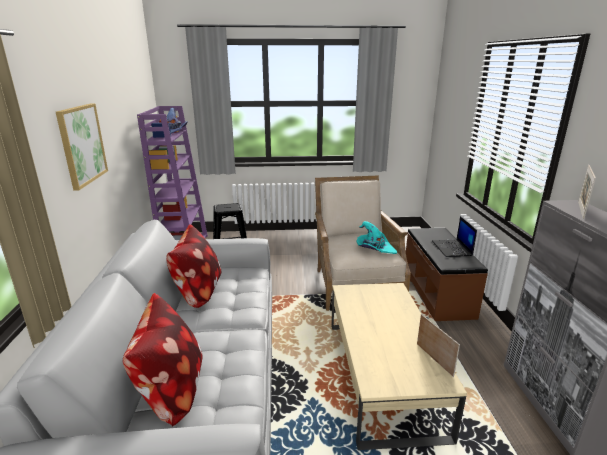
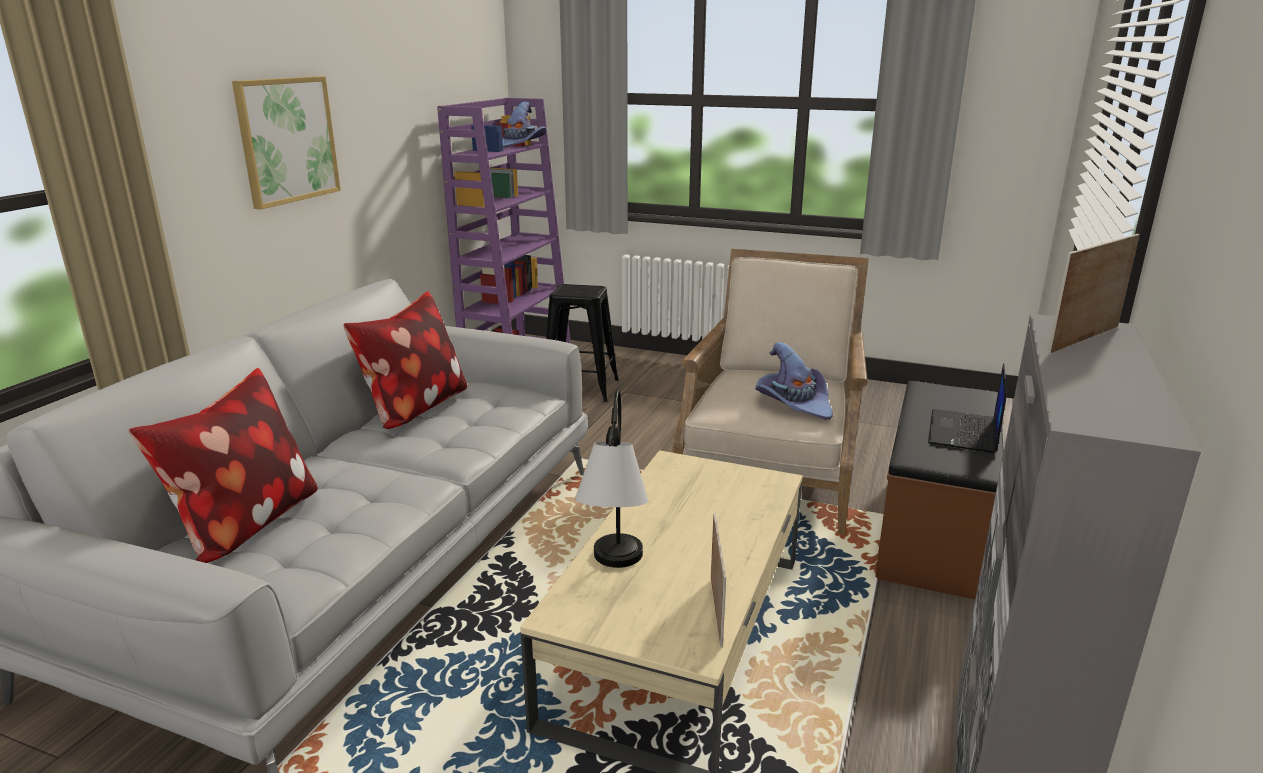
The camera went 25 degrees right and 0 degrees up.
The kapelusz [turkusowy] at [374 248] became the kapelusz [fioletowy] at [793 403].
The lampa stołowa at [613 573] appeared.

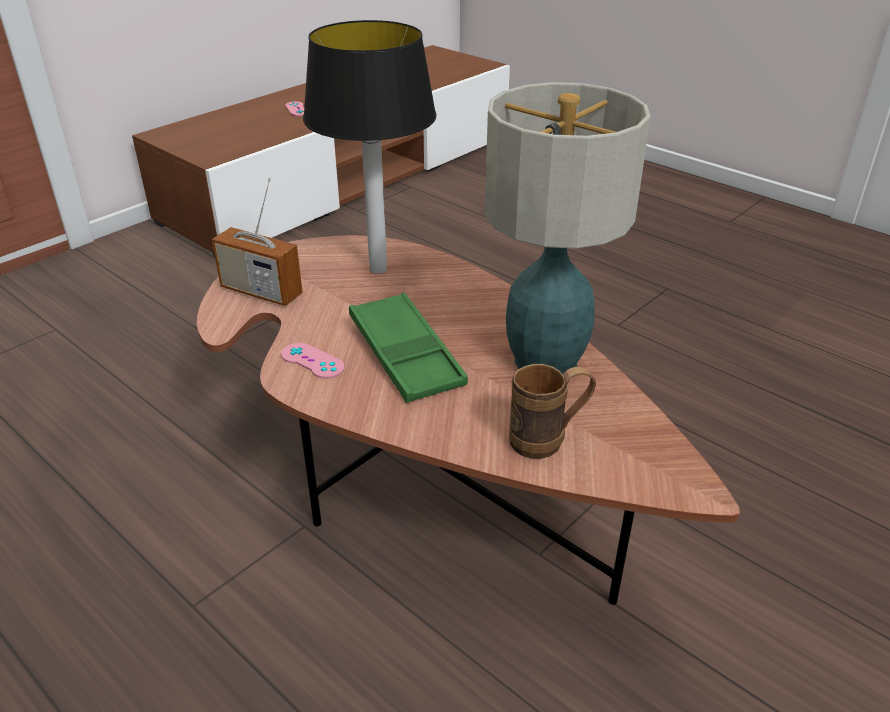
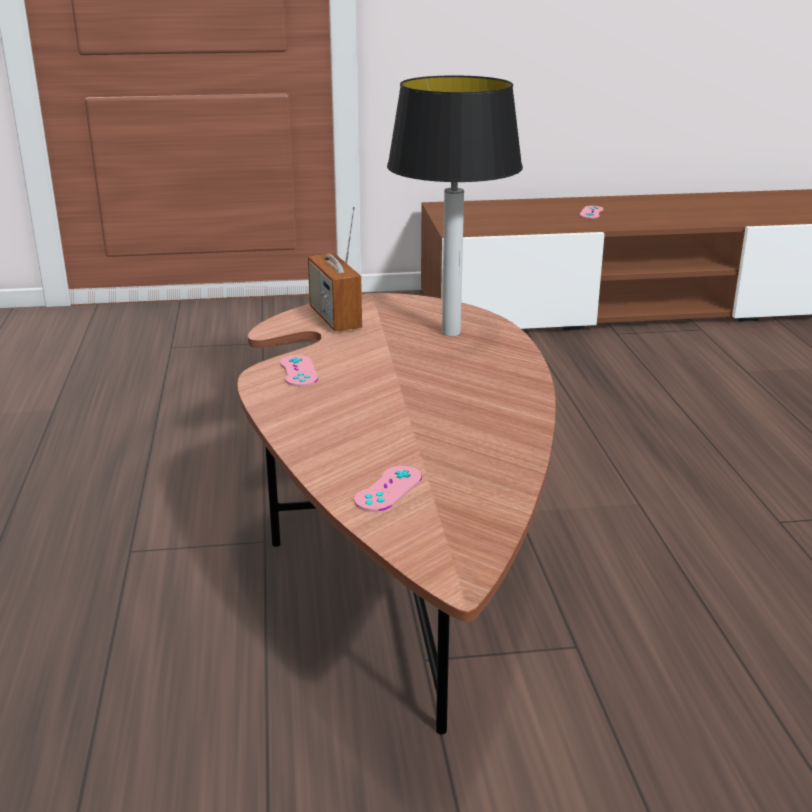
The camera went 40 degrees right and 10 degrees down.
The lampa stołowa at [546 362] disappeared.
The taca [zielony] at [406 355] disappeared.
The kubek [brązowy] at [548 440] was replaced by the pad do gier [różowy] at [388 489].

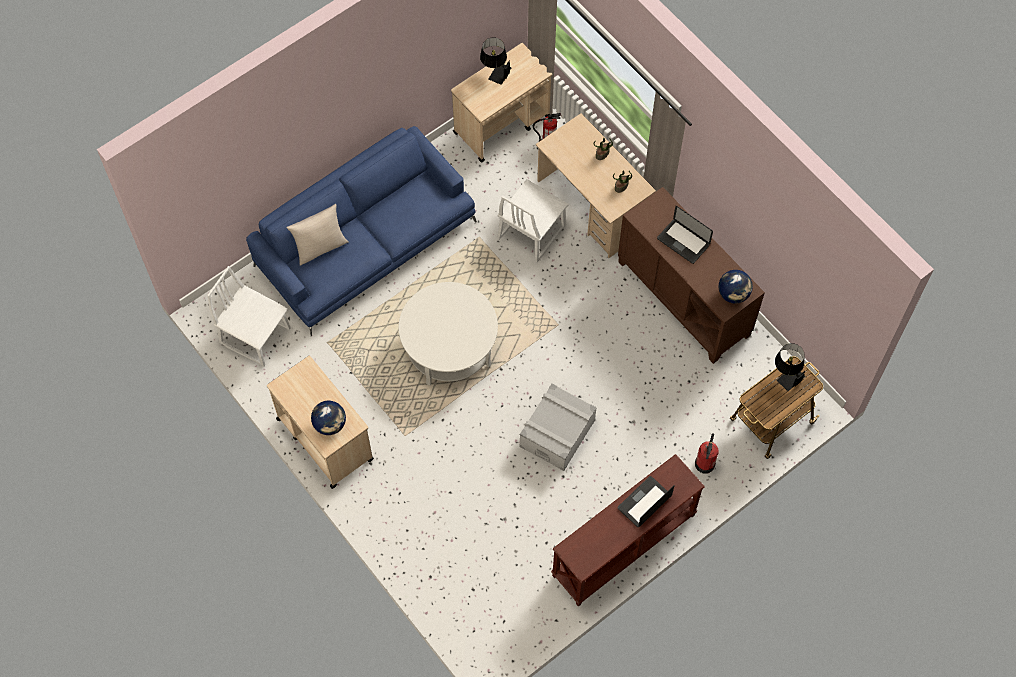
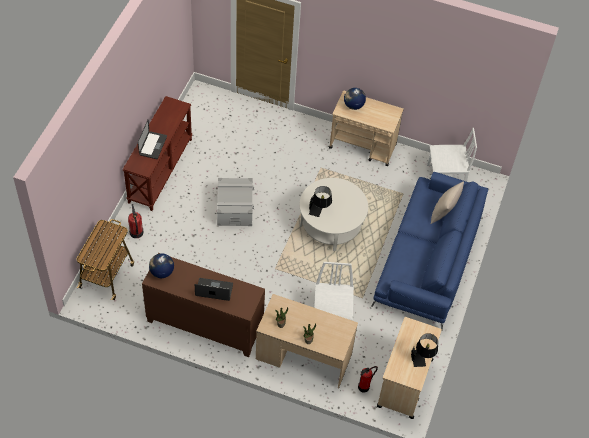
The camera went 145 degrees right and 10 degrees down.
The lampa stołowa [czarny] moved from [786 374] to [319 210].

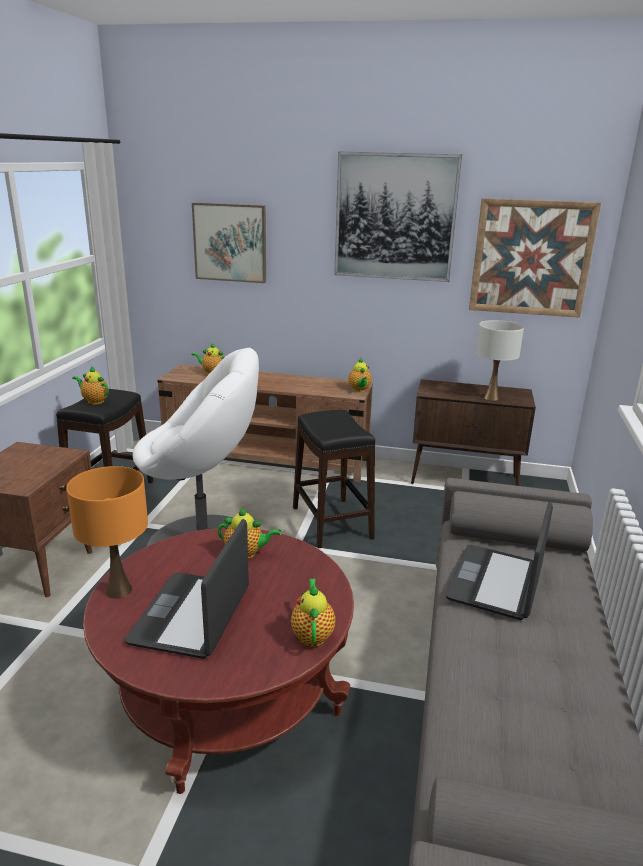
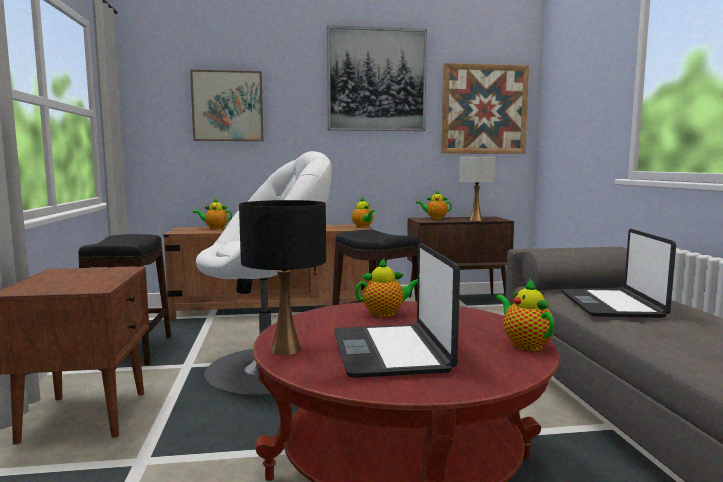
The camera went 20 degrees left and 15 degrees down.
The imbryk moved from [94 401] to [435 218].
The lampa stołowa [pomarańczowy] at [118 591] became the lampa stołowa [czarny] at [285 350].

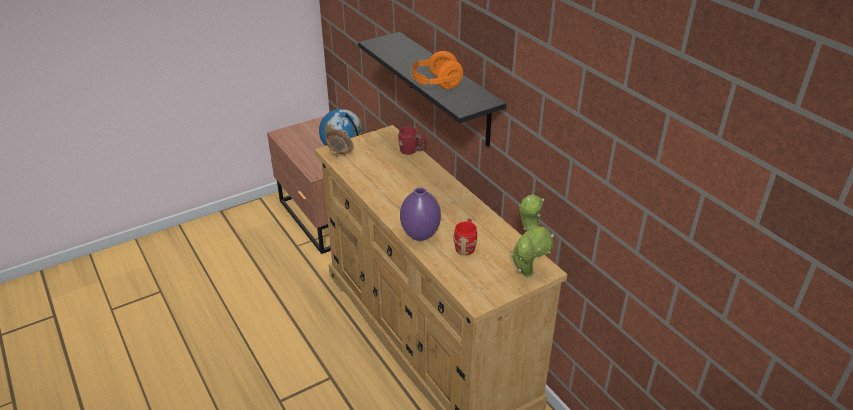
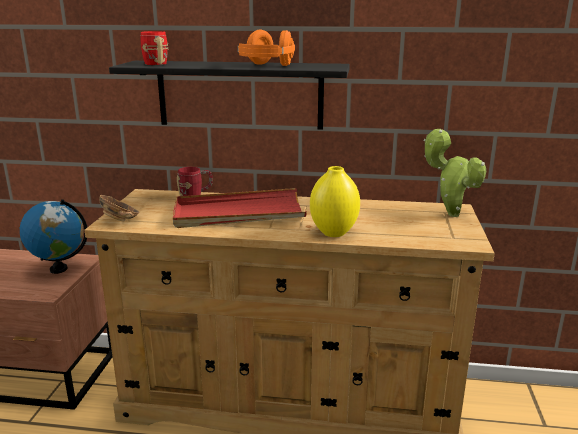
The camera went 50 degrees left and 15 degrees down.
The wazon [fioletowy] at [421 235] became the wazon [żółty] at [334 232].
The kubek [czerwony] moved from [465 246] to [153 63].
The taca [czerwony] at [238 213] appeared.

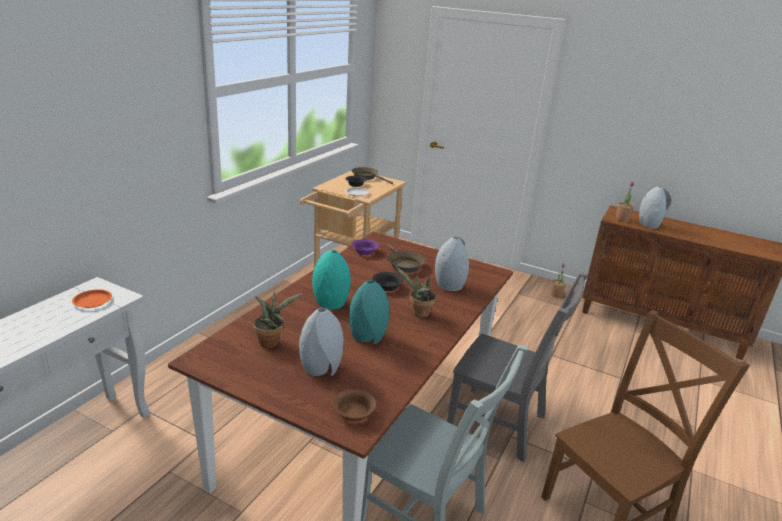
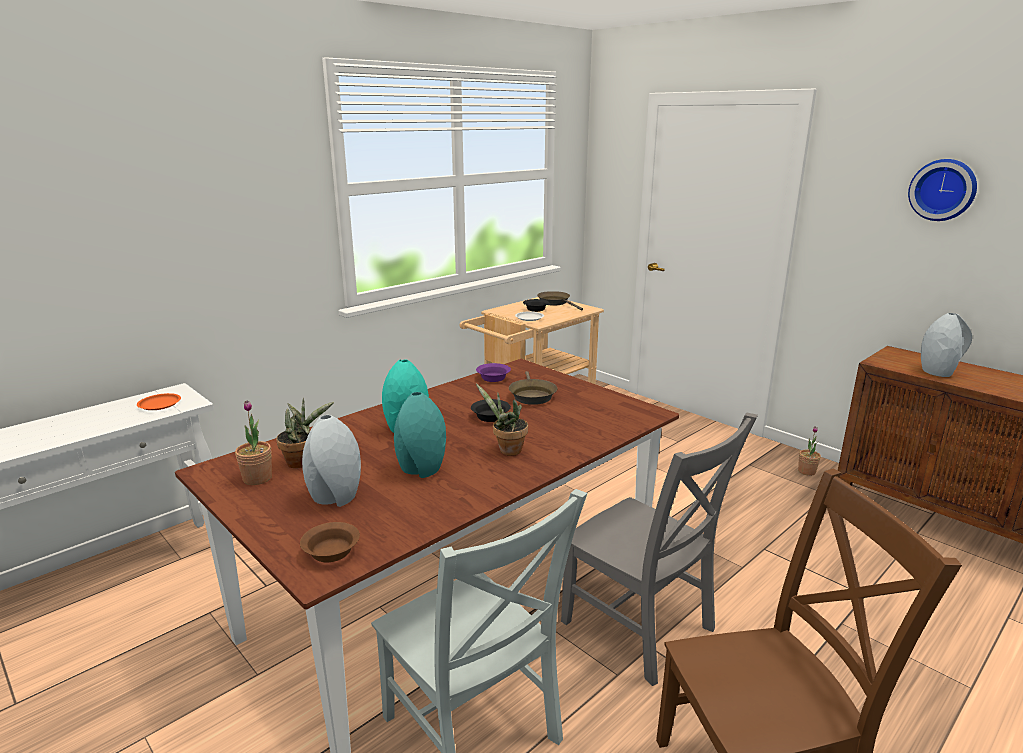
The camera went 20 degrees right and 5 degrees down.
The roślina doniczkowa moved from [622 220] to [257 478].
The wazon [szary] at [449 285] disappeared.
The zegar ścienny at [943 190] appeared.

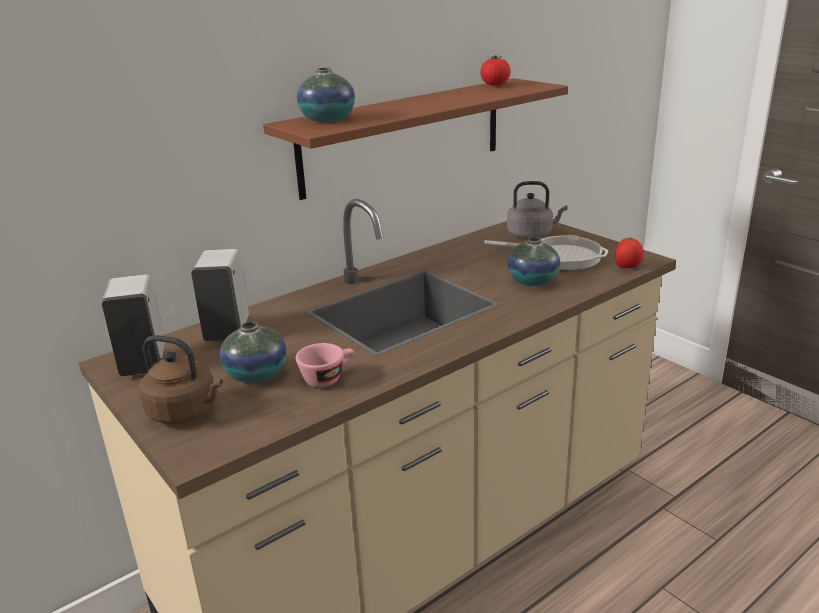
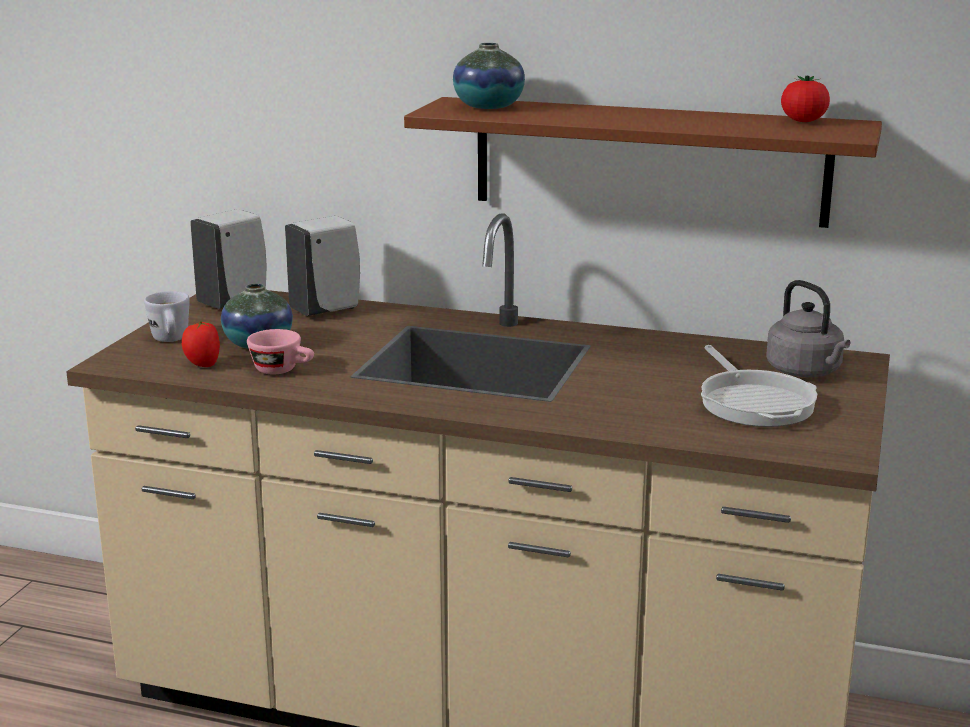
The camera went 55 degrees right and 5 degrees down.
The wazon at [532 281] disappeared.
The pomidor moved from [627 267] to [202 365].
The czajnik [brązowy] at [186 412] was replaced by the kubek [biały] at [171 340].

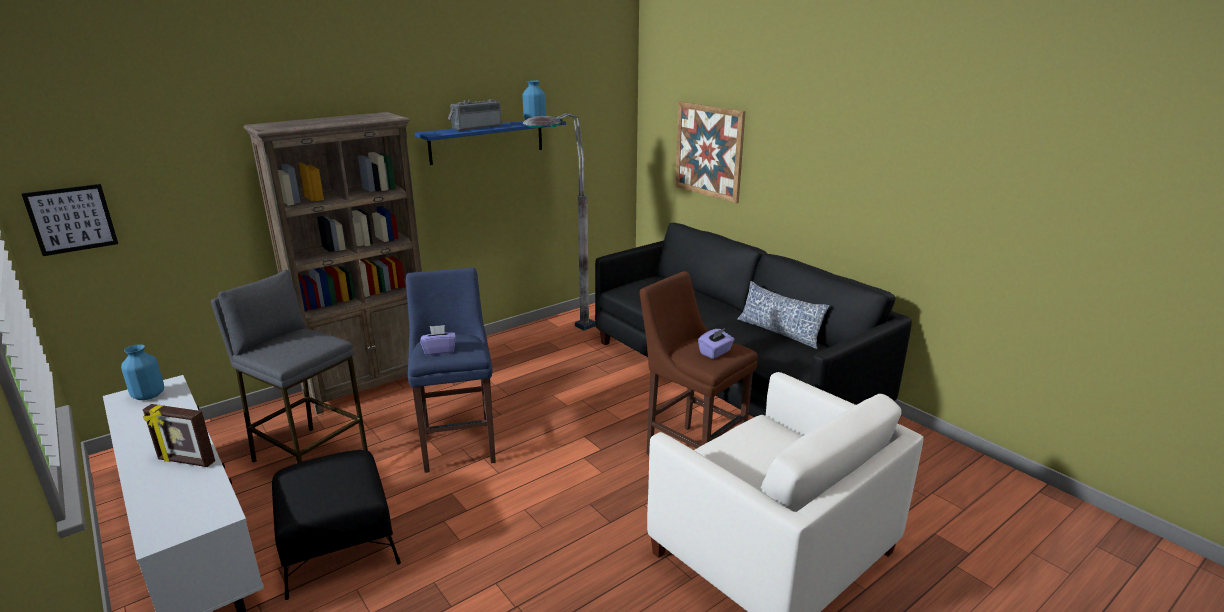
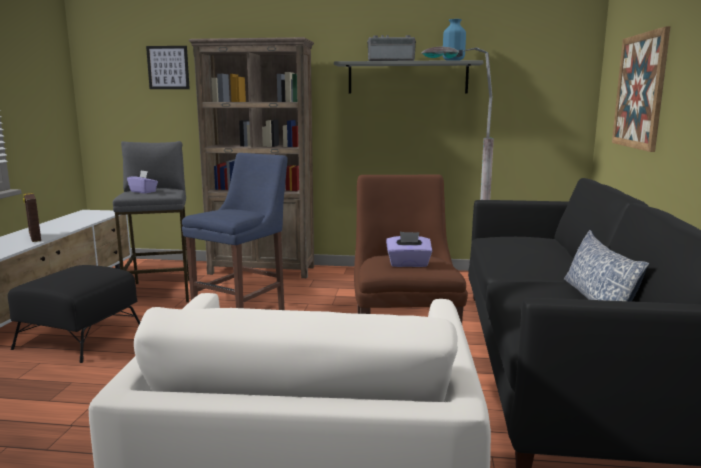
The camera went 45 degrees right and 10 degrees down.
The półka [niebieski] at [487 141] became the półka [szary] at [407 78].
The obraz moved from [71 219] to [168 67].
The pudełko chusteczek [fioletowy] moved from [439 350] to [143 191].
The wazon [niebieski] at [148 396] disappeared.

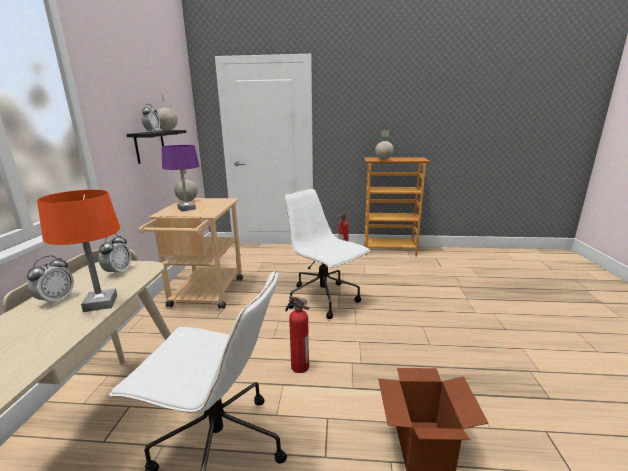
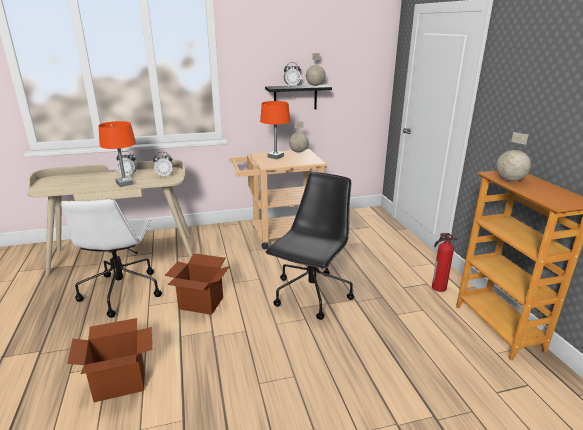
The camera went 70 degrees right and 5 degrees up.
The lampa stołowa [fioletowy] at [187 209] became the lampa stołowa [pomarańczowy] at [275 157].
The krzesło biurowe [biały] at [324 299] became the krzesło biurowe [czarny] at [311 295].
The gaśnica at [299 366] was replaced by the karton at [201 303].

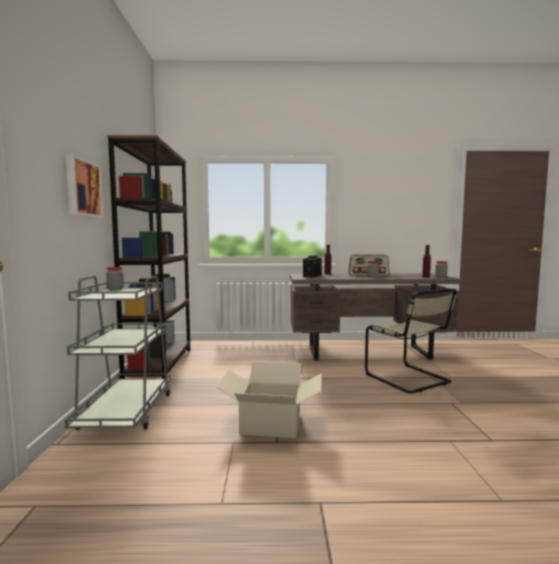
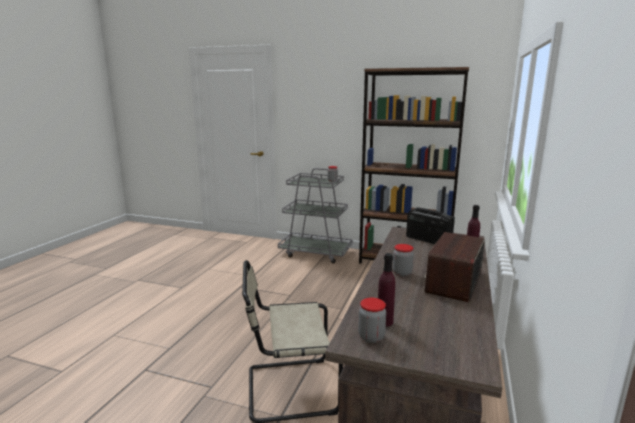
The camera went 110 degrees right and 10 degrees up.
The obraz at [82 188] disappeared.
The karton at [271 423] disappeared.

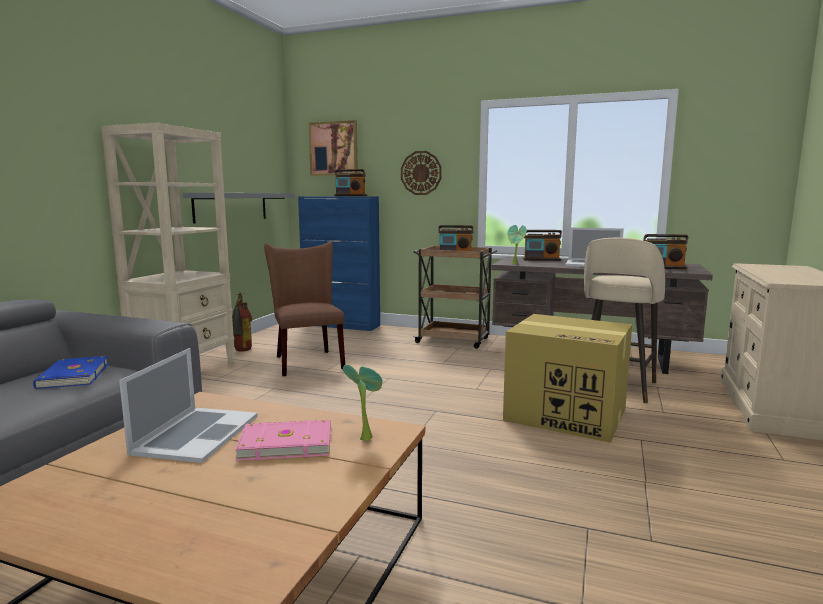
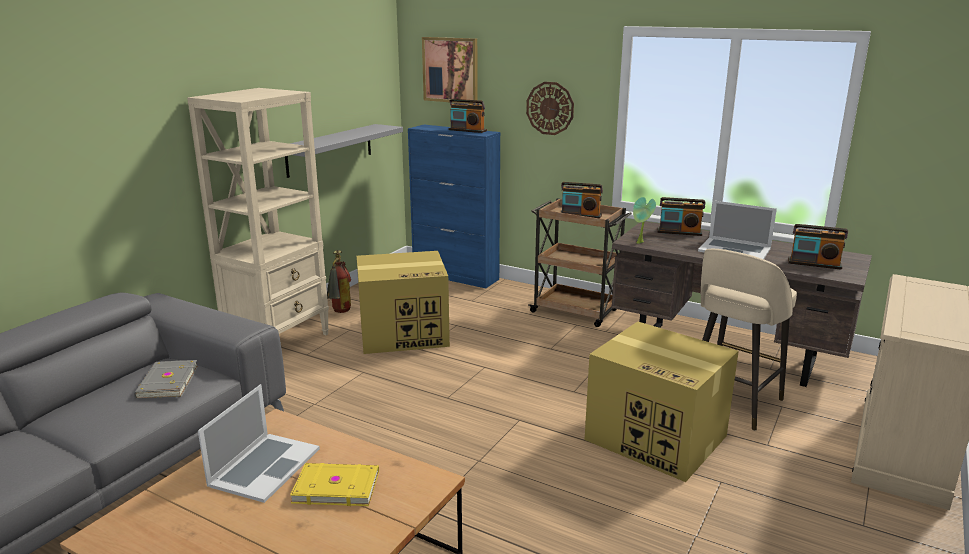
The camera went 10 degrees right and 10 degrees up.
The krzesło [brązowy] at [307 361] was replaced by the karton at [405 333].
The książka [niebieski] at [72 376] became the książka [szary] at [166 382].
The roślina doniczkowa at [365 437] disappeared.
The książka [różowy] at [285 443] became the książka [żółty] at [336 486].

